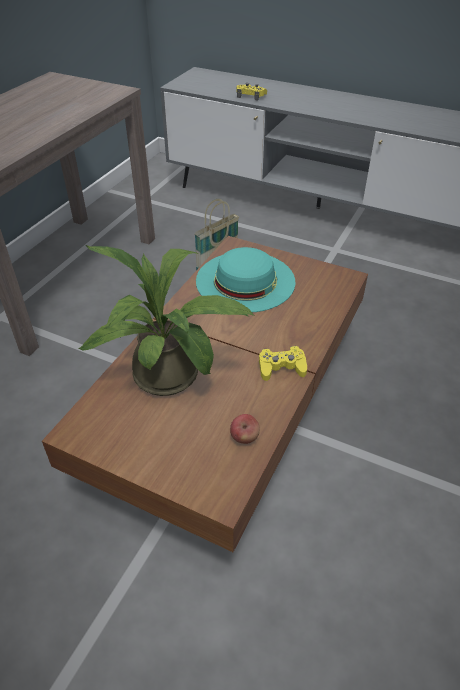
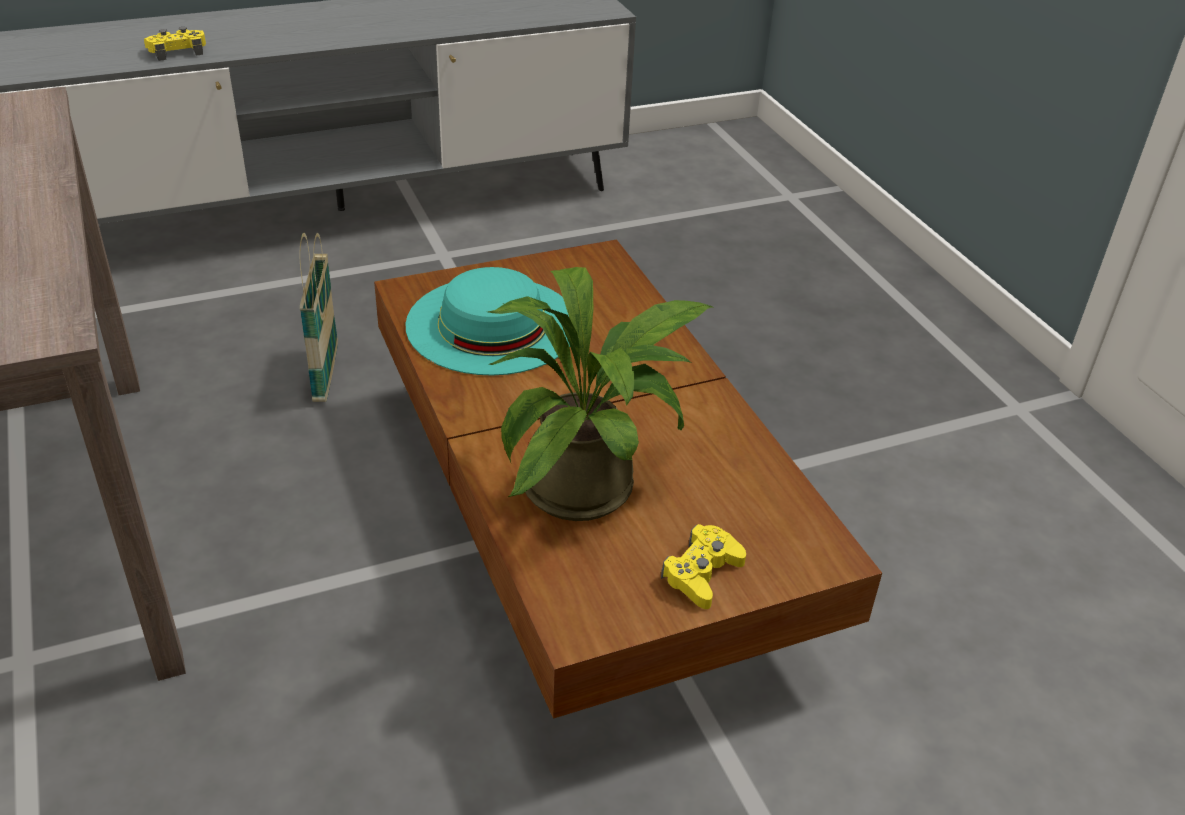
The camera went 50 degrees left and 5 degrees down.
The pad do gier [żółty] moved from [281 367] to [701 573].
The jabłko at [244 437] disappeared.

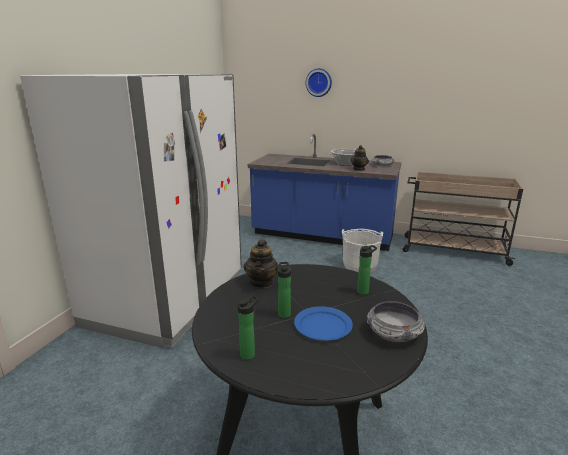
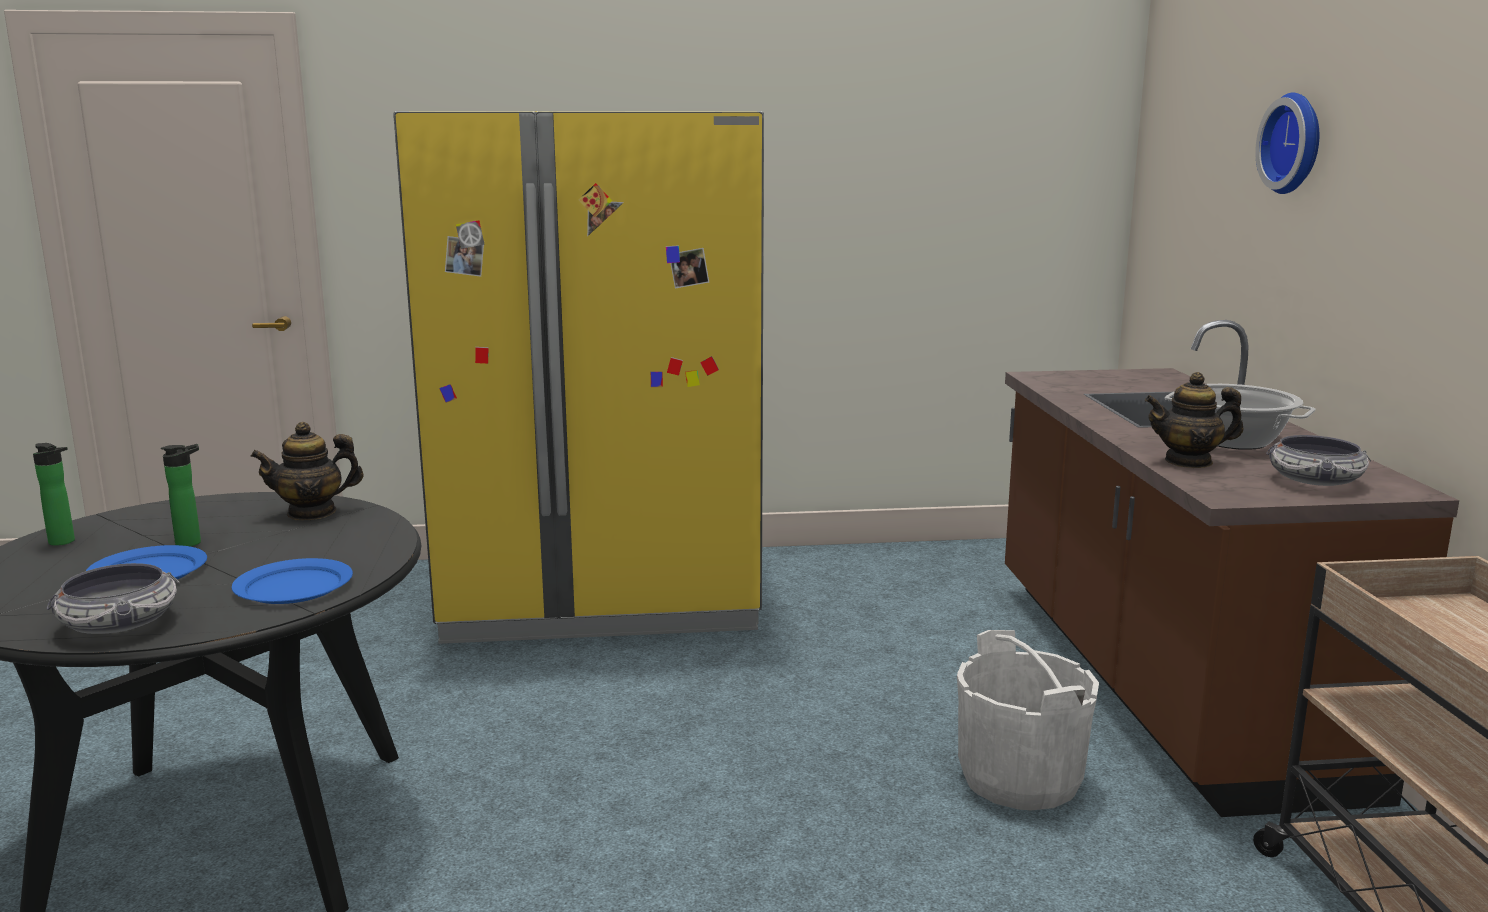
The camera went 65 degrees right and 5 degrees down.
The lodówka [biały] at [168 300] became the lodówka [żółty] at [602 596].
The zabudowa kuchenna [niebieski] at [322 235] became the zabudowa kuchenna [brązowy] at [1160 678].
The butelka at [364 291] was replaced by the talerz [niebieski] at [293 587].

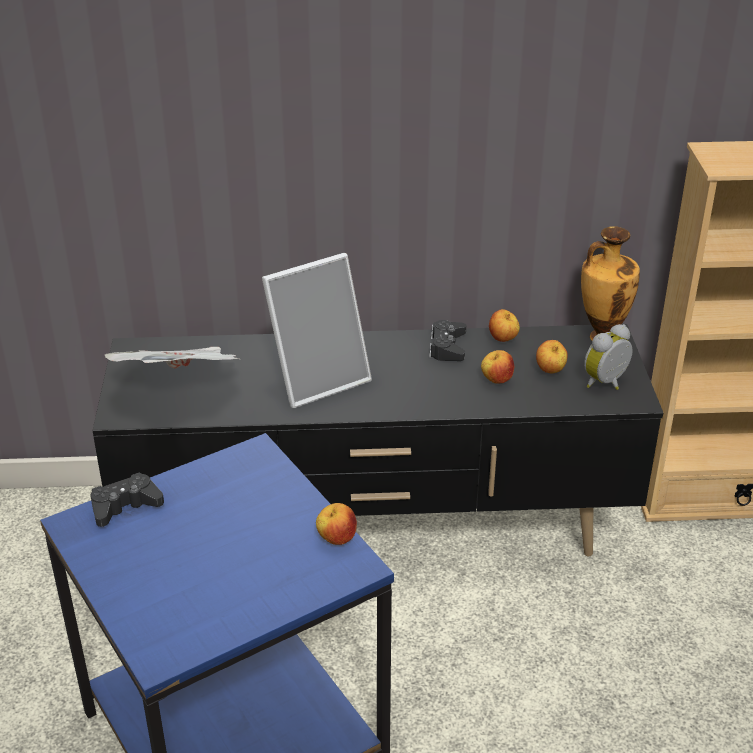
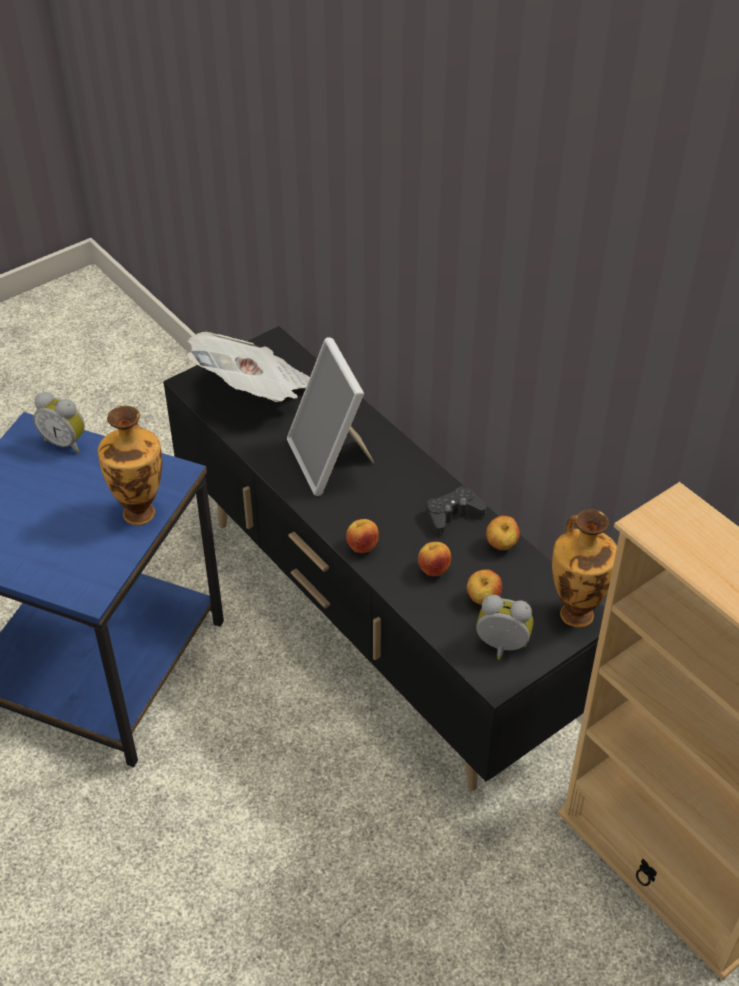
The camera went 55 degrees right and 10 degrees up.
The ramka na zdjęcie at [318 379] turned 45 degrees clockwise.
The pad do gier [czarny] at [125 506] was replaced by the budzik at [66 442].
The jabłko moved from [336 539] to [362 547].
The wazon at [140 511] appeared.

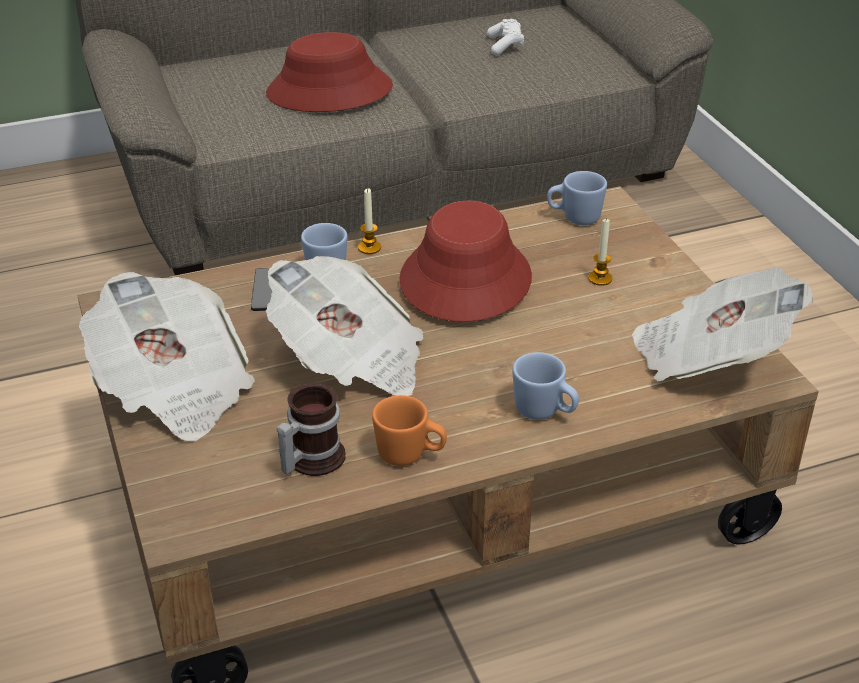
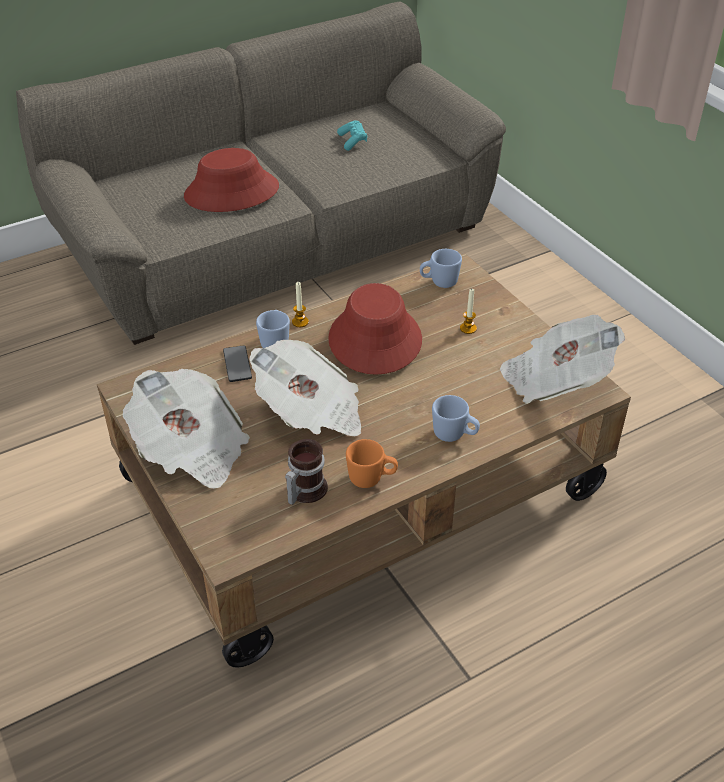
The camera went 10 degrees left and 5 degrees up.
The pad do gier [biały] at [505 46] became the pad do gier [turkusowy] at [352 141].

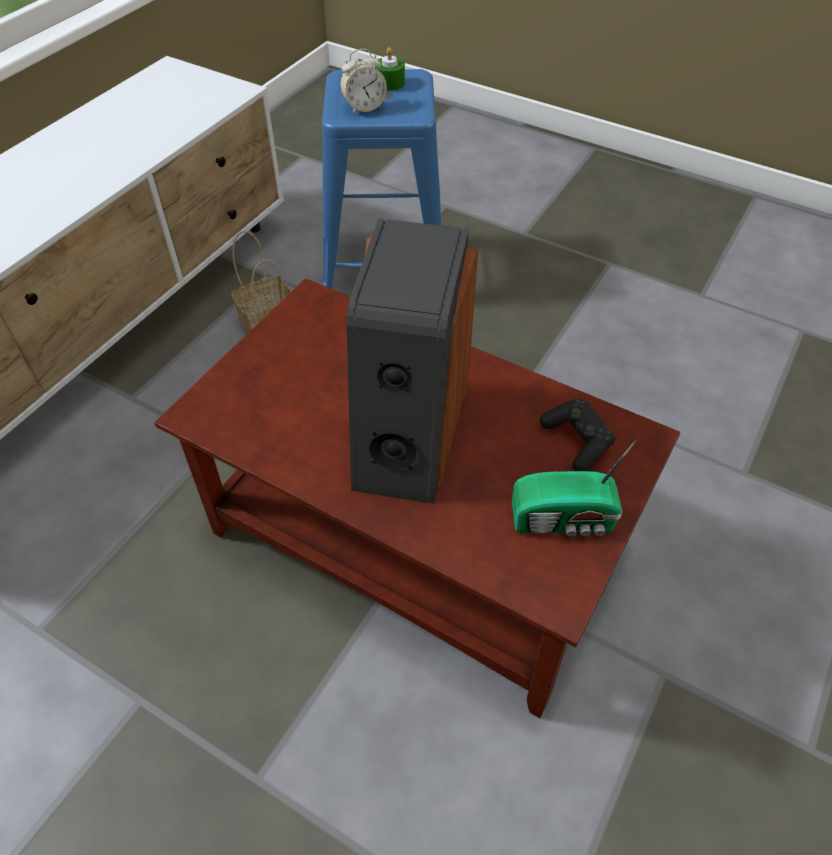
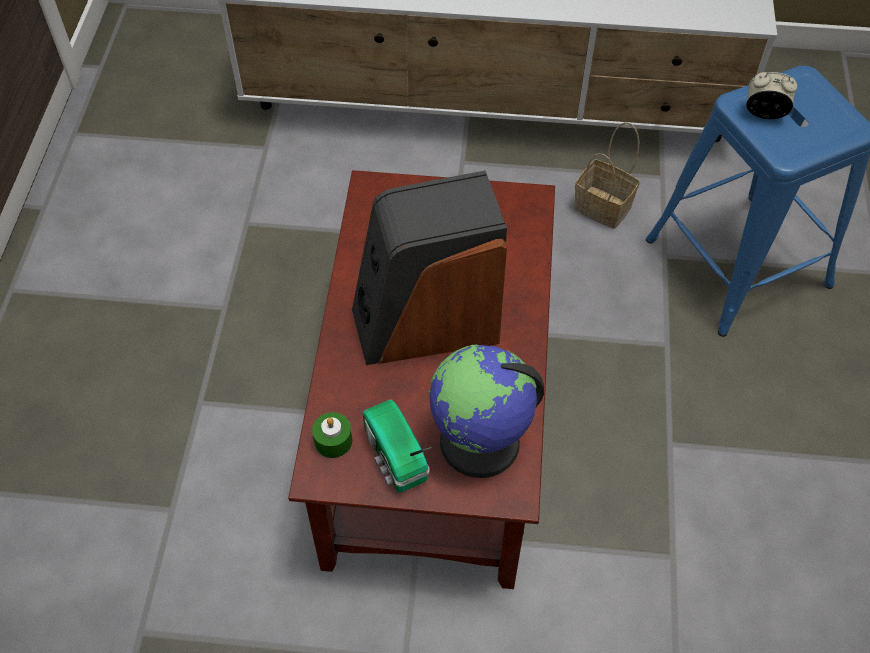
The camera went 65 degrees right and 5 degrees up.
The świeca [zielony] moved from [390 83] to [333 441].
The budzik at [364 107] turned 150 degrees clockwise.
The pad do gier [czarny] at [577 442] was replaced by the globus at [480 443].

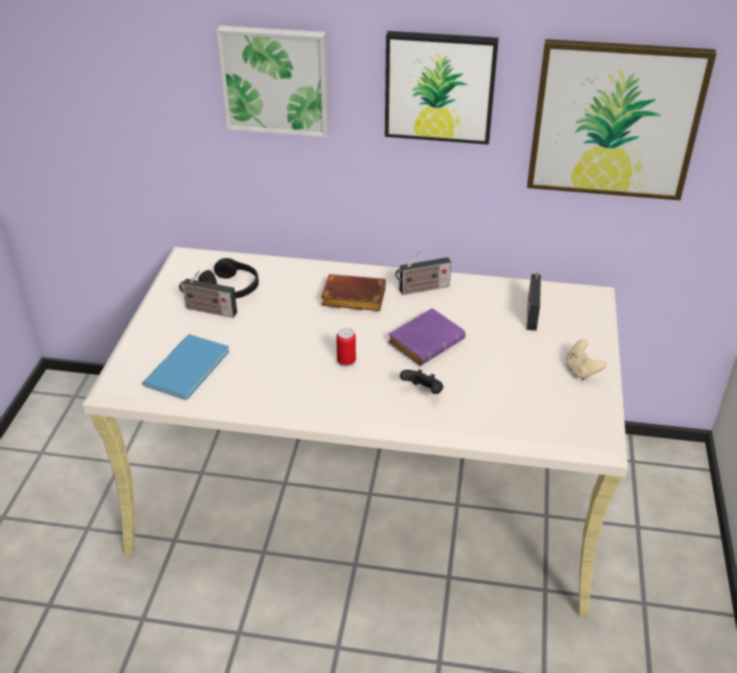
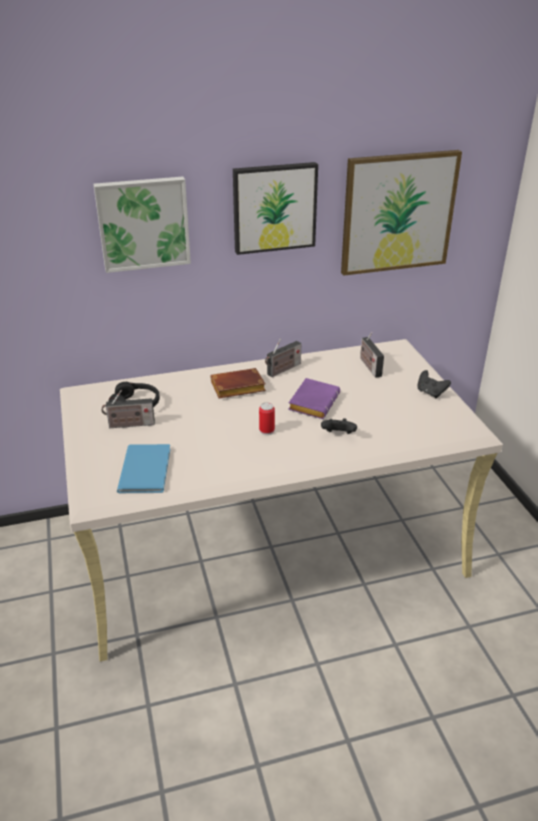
The camera went 25 degrees left and 5 degrees down.
The pad do gier [beżowy] at [581 370] became the pad do gier [czarny] at [430 393].

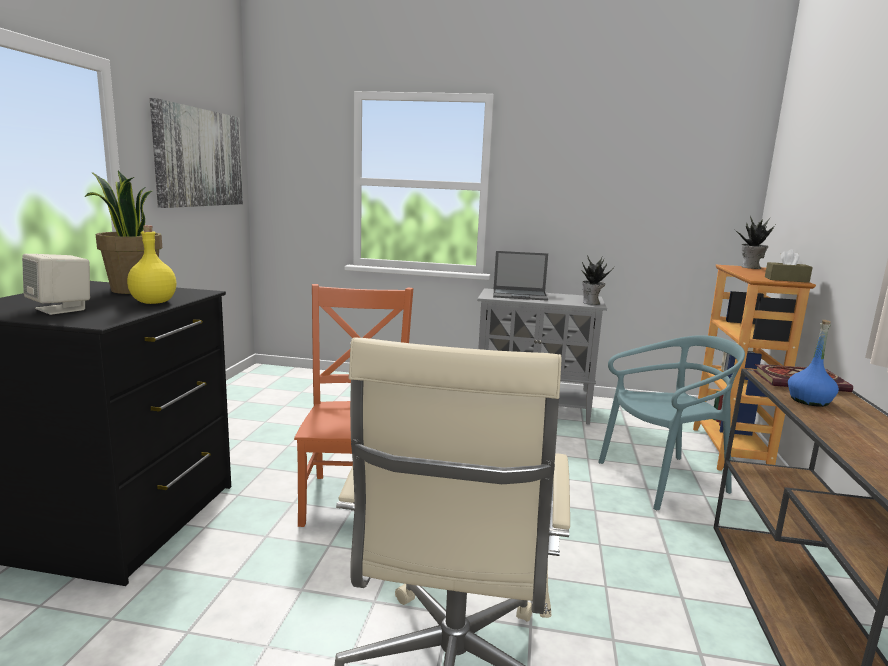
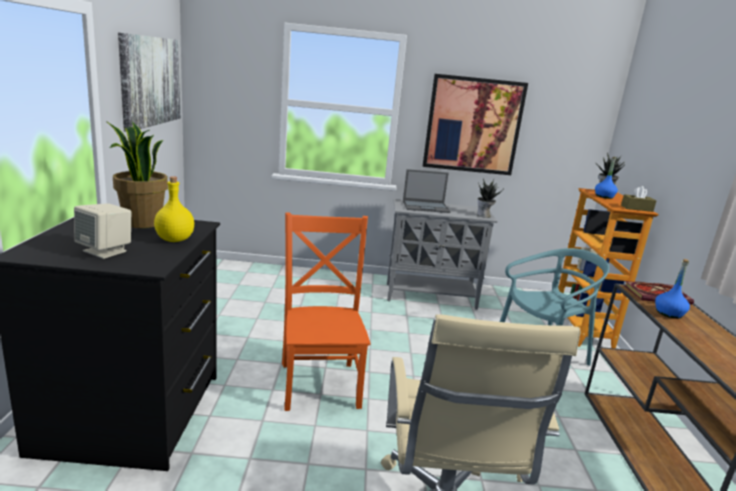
The camera went 10 degrees left and 5 degrees up.
The obraz at [473 125] appeared.
The butelka [niebieski] at [604 196] appeared.

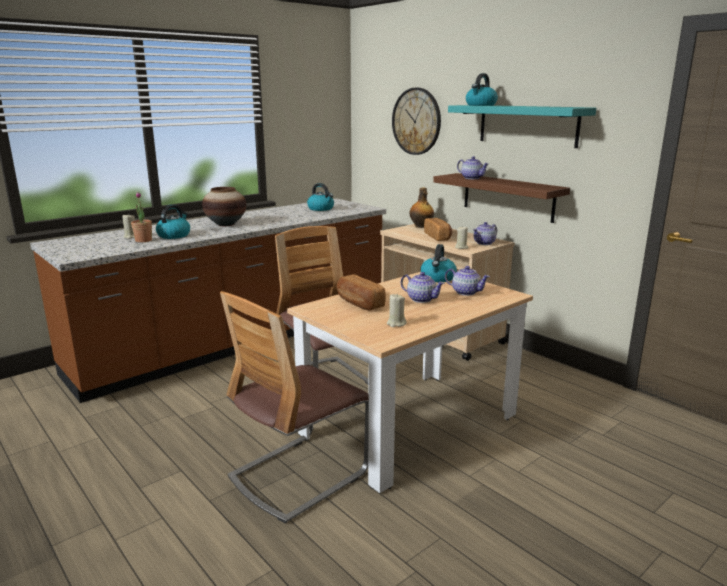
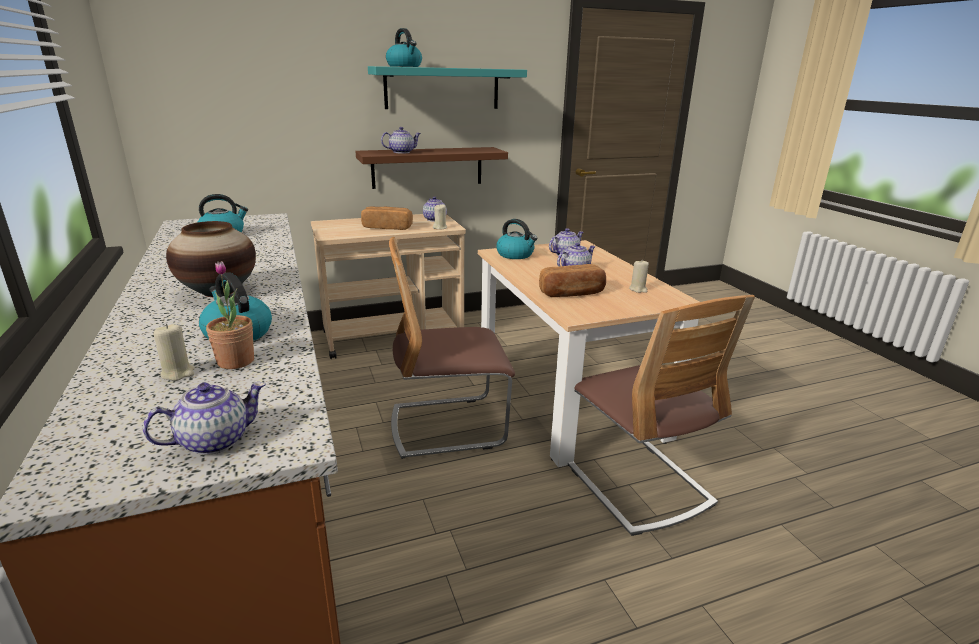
The camera went 70 degrees left and 5 degrees up.
The zegar ścienny at [416 121] disappeared.
The butelka at [421 226] disappeared.
The imbryk at [215 440] appeared.

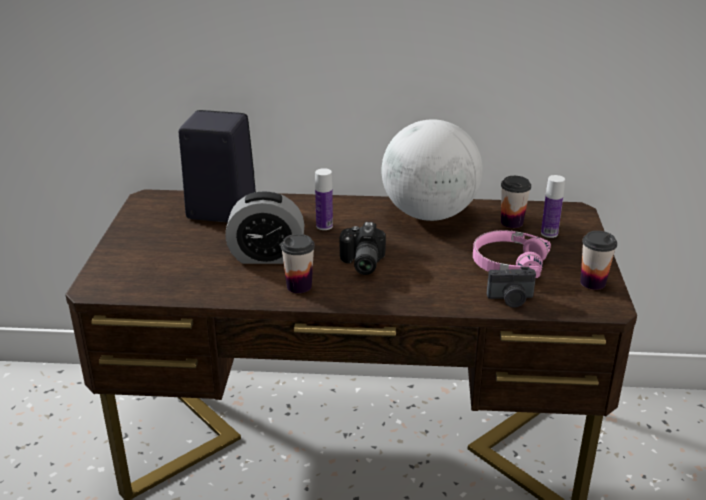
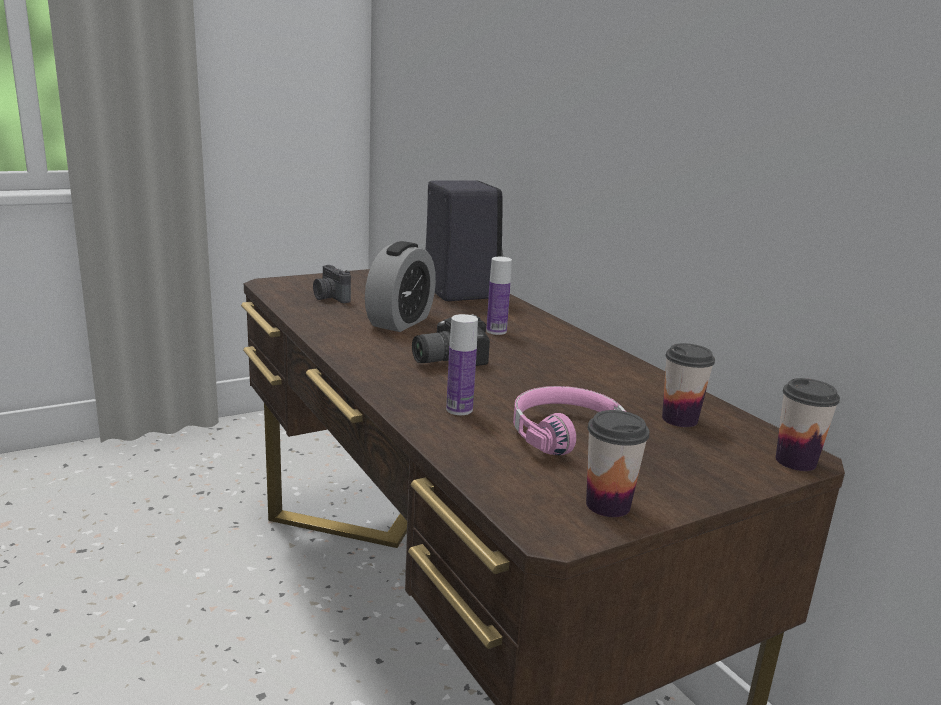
The camera went 55 degrees right and 10 degrees down.
The globus at [429 214] disappeared.
The butelka moved from [549 233] to [459 409].
The budzik at [267 256] turned 120 degrees counterclockwise.
The filiżanka moved from [299 286] to [795 461].
The aparat fotograficzny moved from [511 299] to [330 298].

